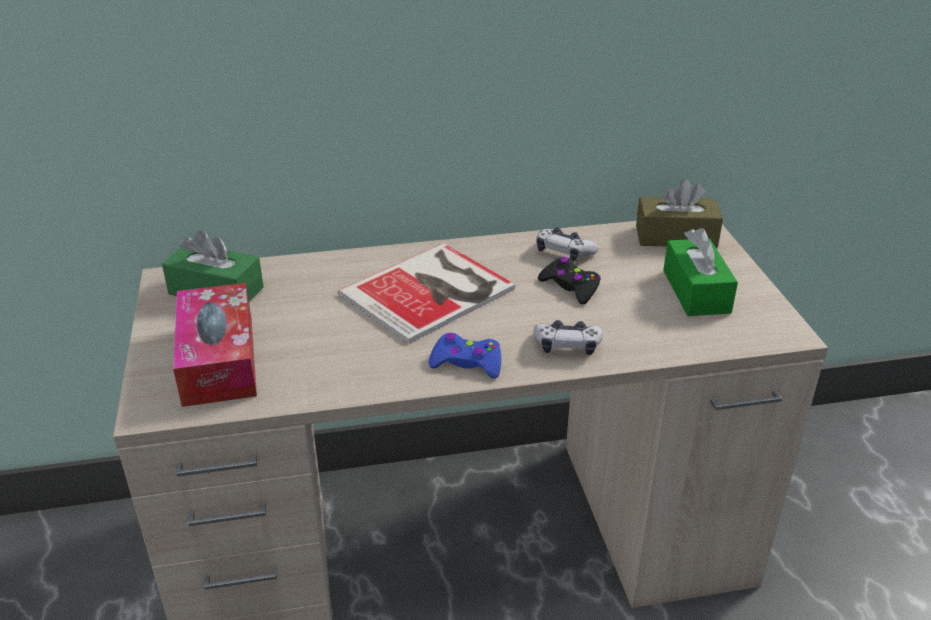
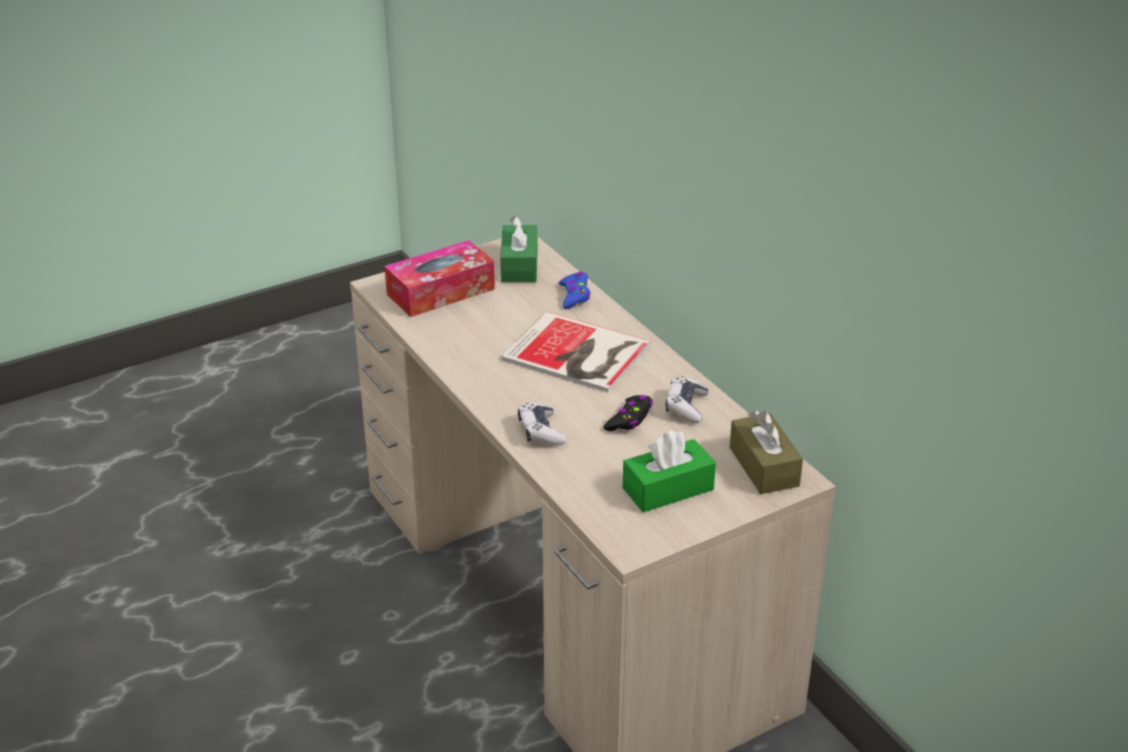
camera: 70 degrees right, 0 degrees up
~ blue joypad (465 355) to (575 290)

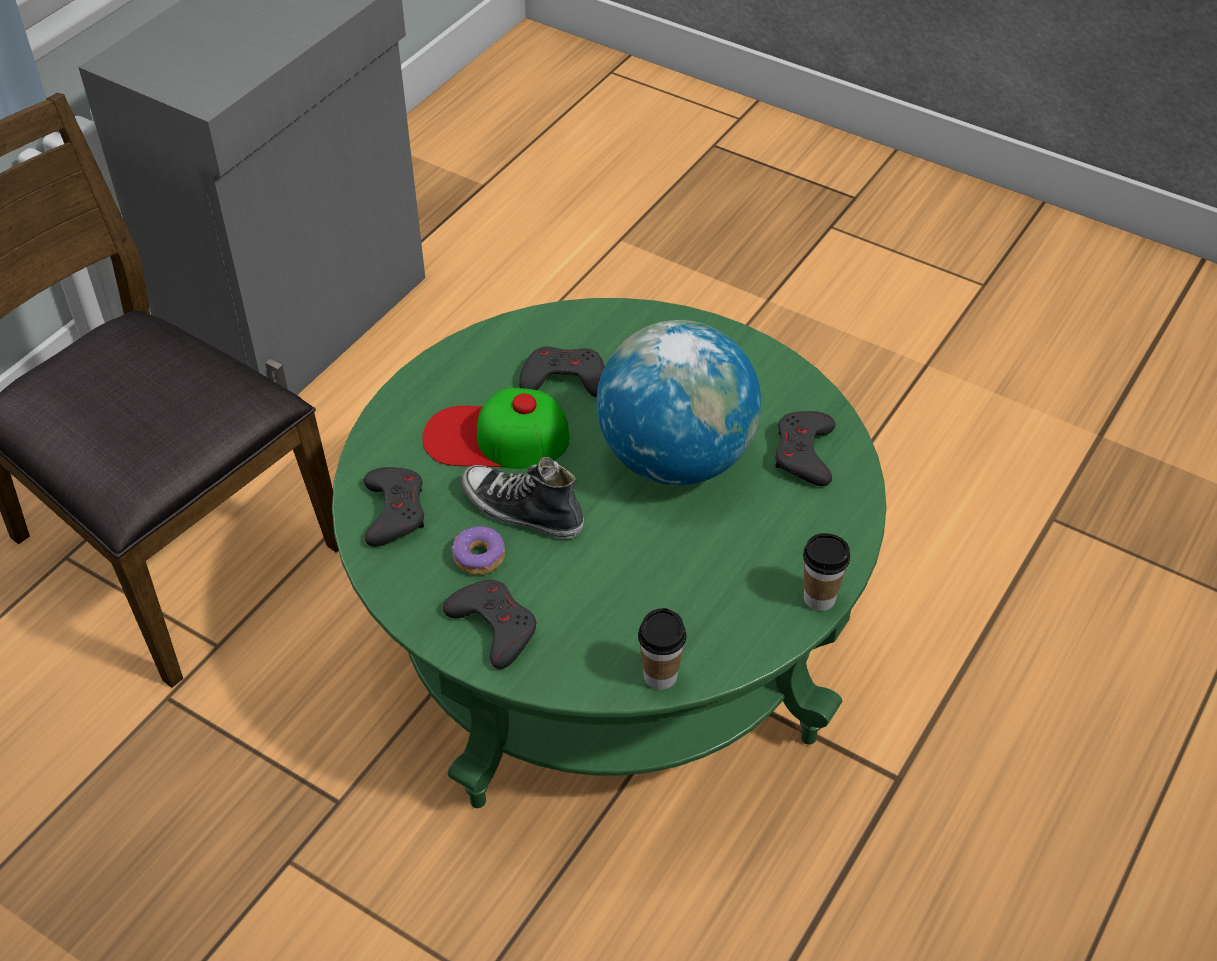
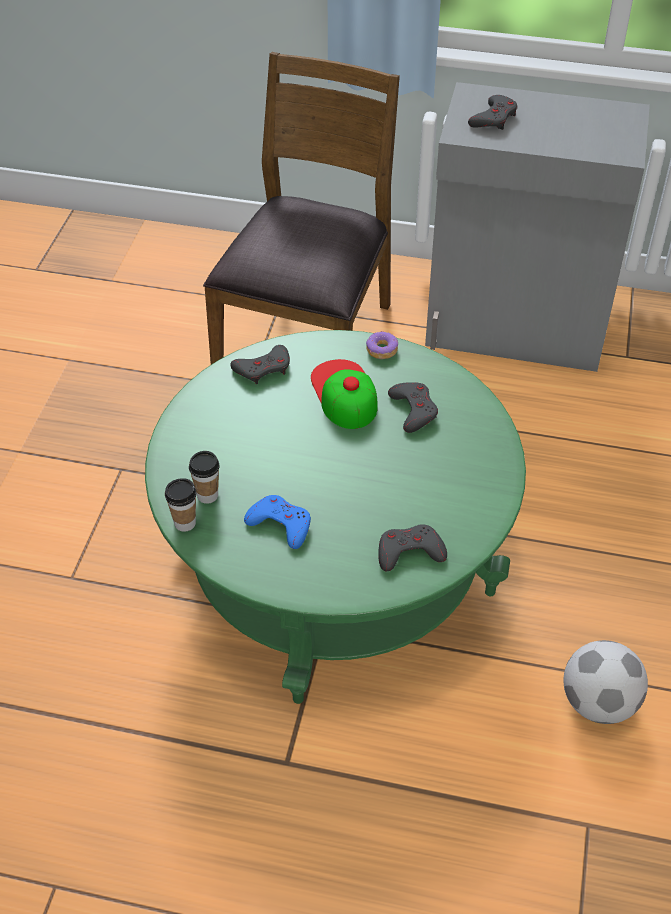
camera: 70 degrees right, 0 degrees up
- shoe (522 498)
- world globe (678 402)
+ blue joypad (277 522)
+ football (605 682)
~ gray joypad (490 624) to (493 112)
~ doughnut (478 550) to (382 345)
~ drinking cup (826 572) to (204 477)

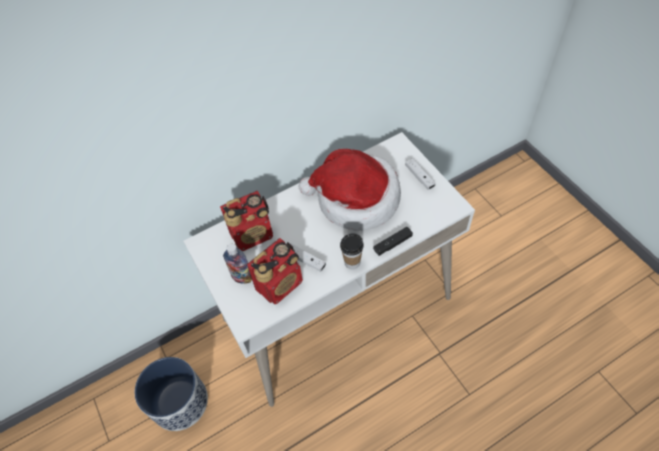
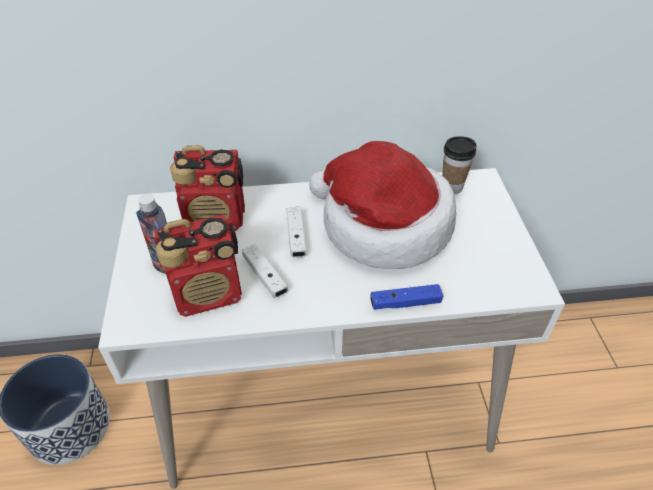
camera: 20 degrees right, 10 degrees down
~ drinking cup (352 251) to (459 165)
~ white joypad (420 174) to (297 232)
~ black joypad (393 241) to blue joypad (406 297)

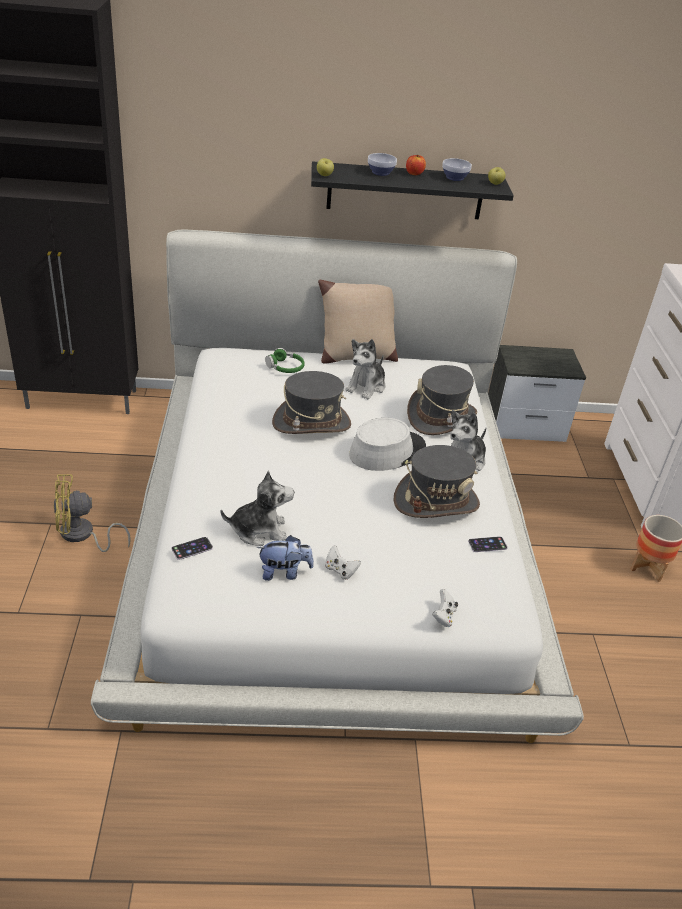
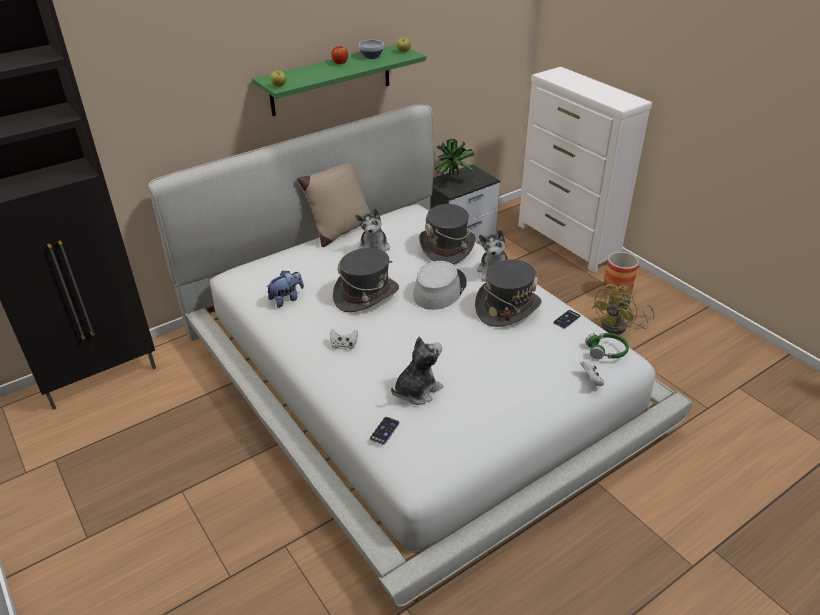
camera: 30 degrees left, 0 degrees up
- deep dish (382 164)
+ potted plant (454 160)
~ yellow fan (92 513) to (623 309)
~ soft toy (285 558) to (285 289)
~ green headphones (284 360) to (607 346)
~ white joypad (343 562) to (344 339)
~ black bracket shelf (412 190) to green bracket shelf (339 80)

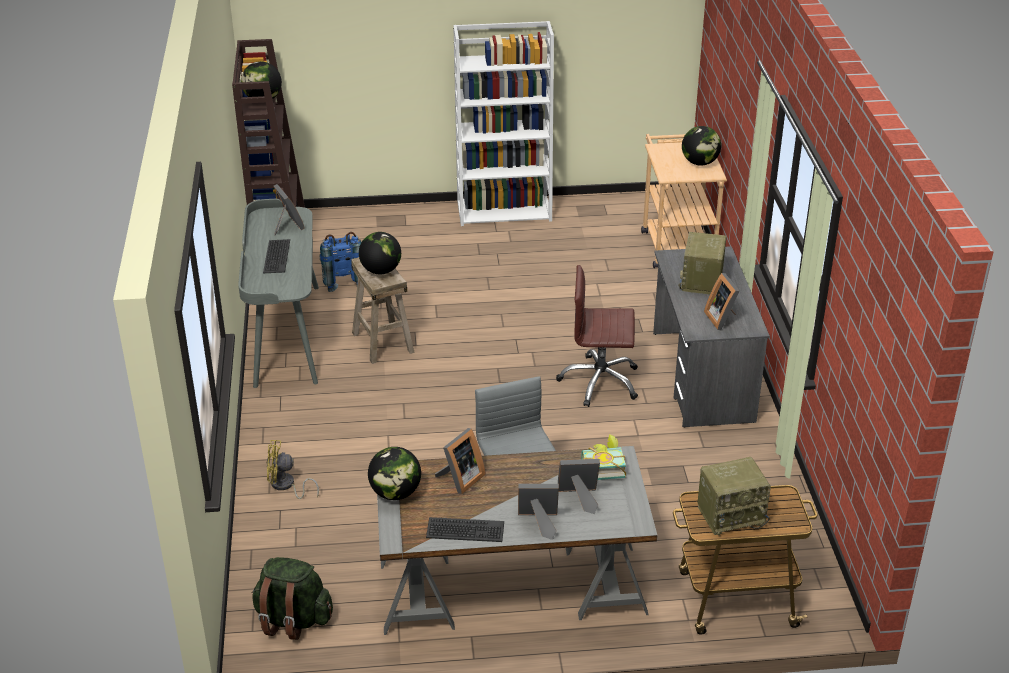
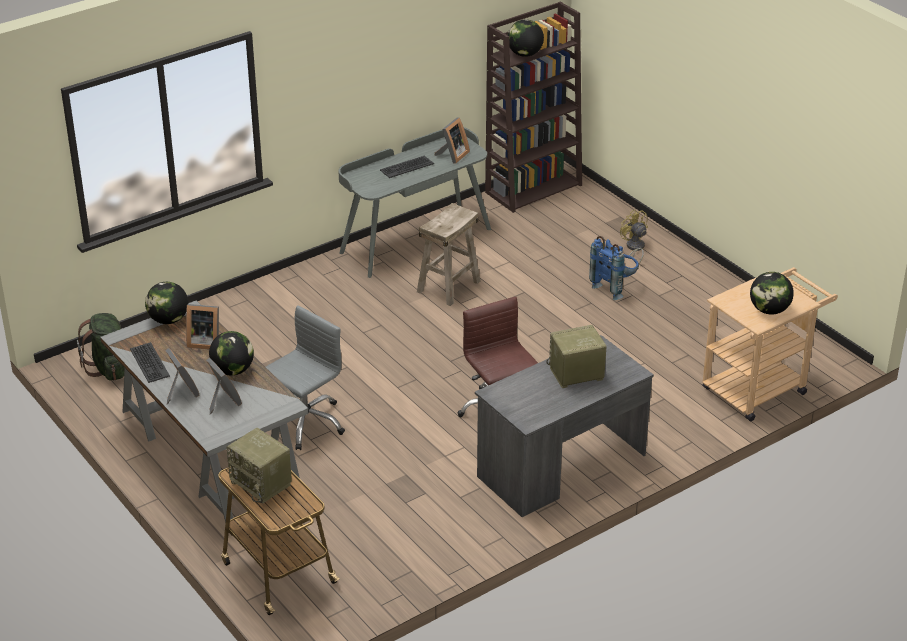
camera: 60 degrees right, 0 degrees up
- white bookcase (503 123)
- bound book (604 457)
- photo frame (721 301)
~ yellow fan (292 469) to (634 237)
~ blue backpack (340 262) to (614 268)
~ world globe (380 253) to (231 353)

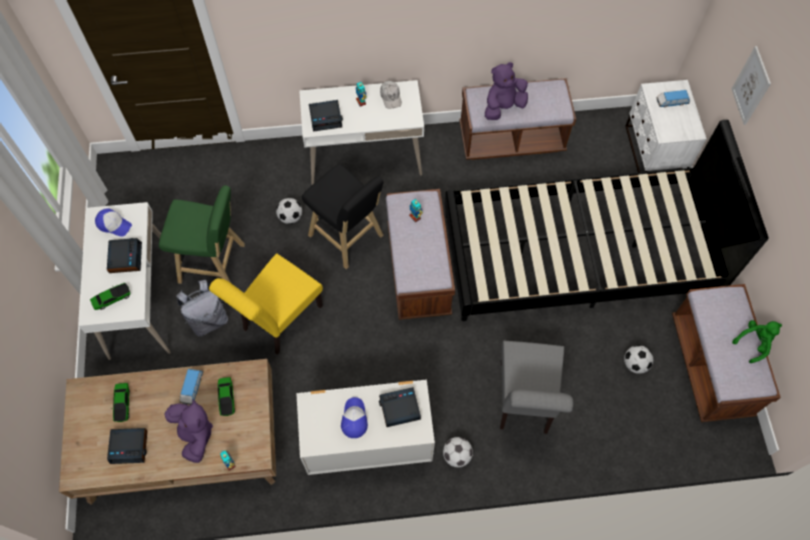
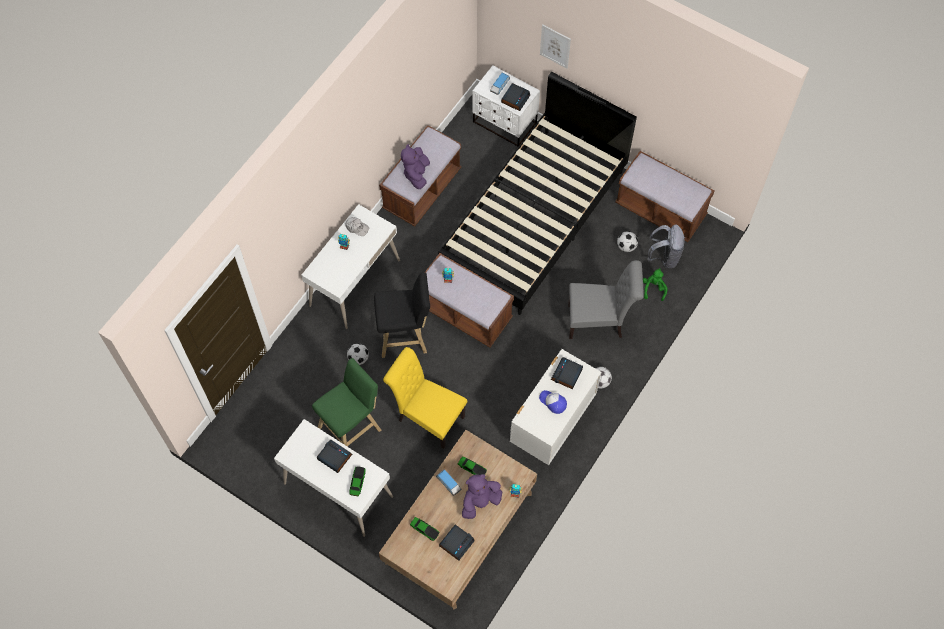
camera: 50 degrees left, 0 degrees up
- baseball cap (113 222)
~ gray backpack (202 308) to (666 247)
~ alarm clock (326 116) to (515 97)
~ green soft toy (757 341) to (655 284)
~ purple-coloured soft toy (189 431) = (482 496) 45 degrees counterclockwise
~ yellow upright chair (266 304) = (425 398) 135 degrees clockwise
~ gray upright chair (536 387) = (606 299) 45 degrees counterclockwise

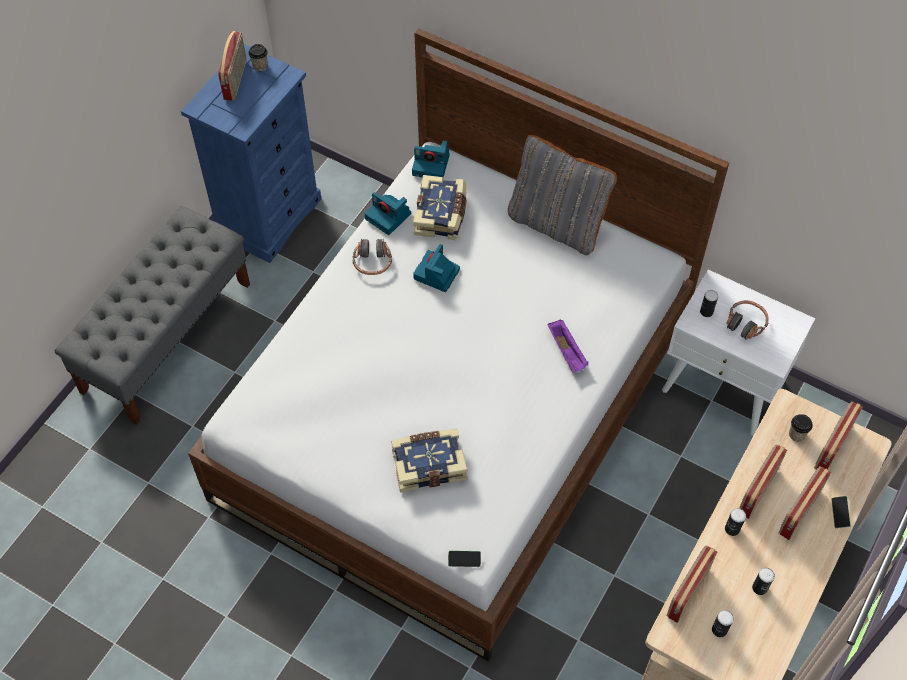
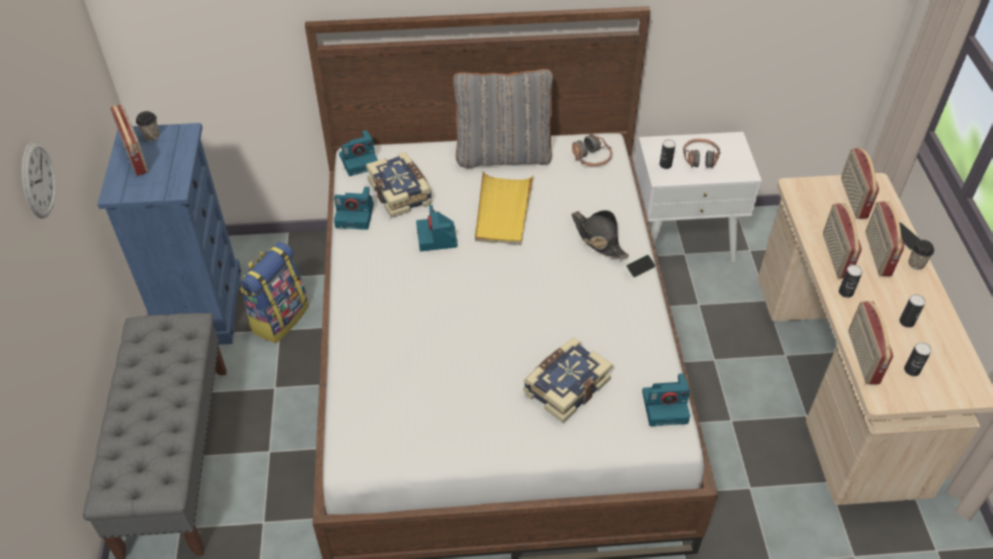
camera: 35 degrees left, 10 degrees down
+ clock on the wall (39 180)
+ backpack (274 292)
+ yellow serving tray (504 208)
+ still camera (666 399)
~ headphones (372 257) to (592 150)
~ telephone (464 558) to (640 266)
~ drinking cup (801 427) to (921 255)
~ purple-coloured serving tray (568 346) to black clothing hat (600 234)

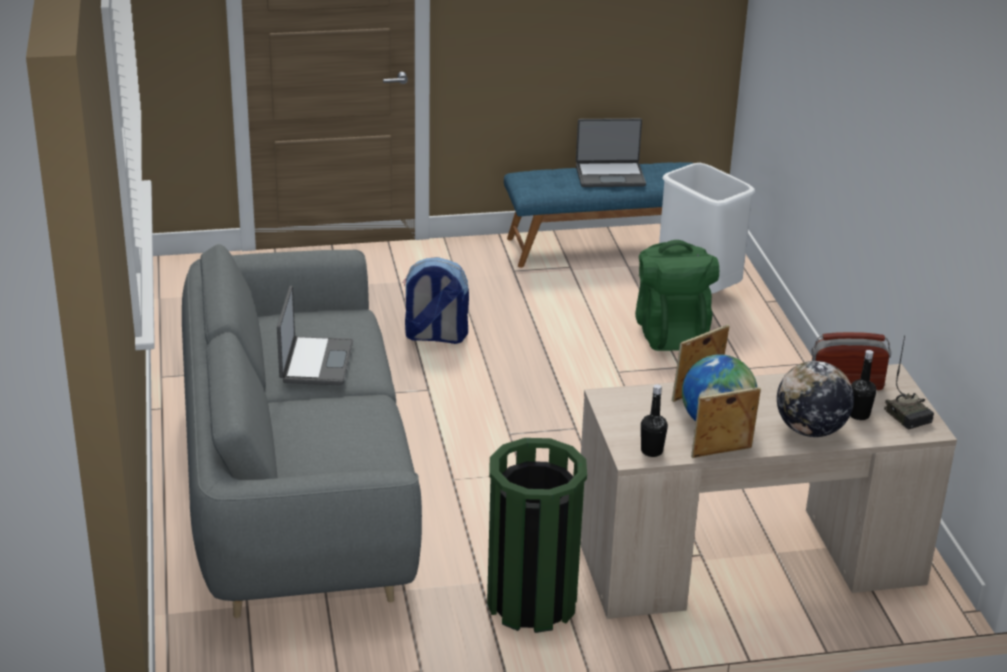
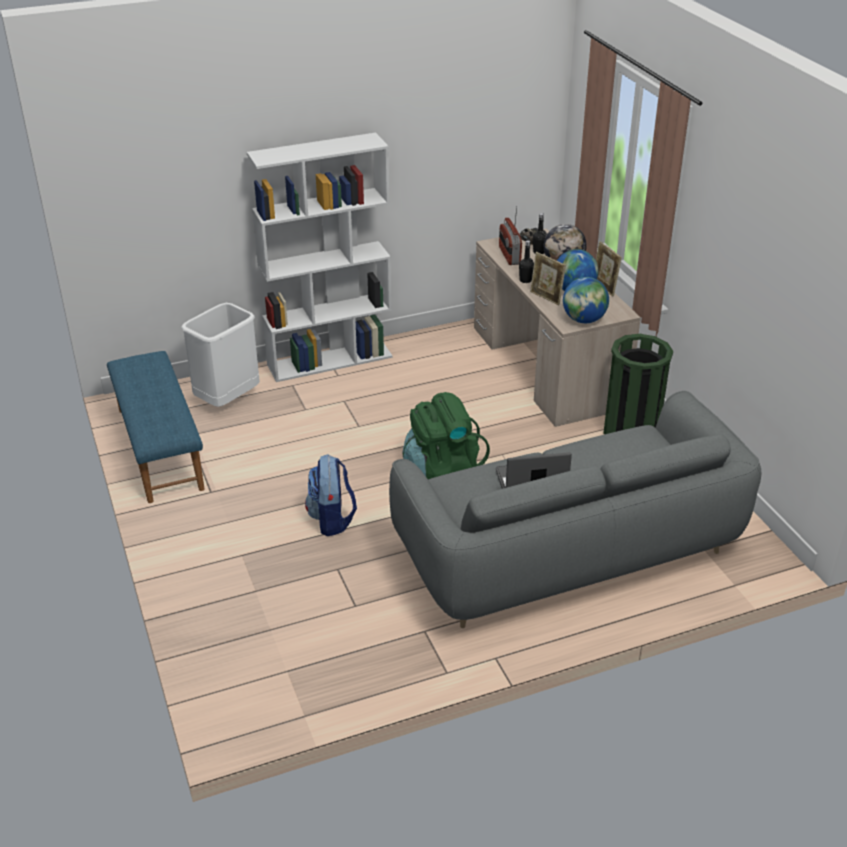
camera: 100 degrees left, 5 degrees up
- notebook computer (611 152)
+ white bookcase (320 257)
+ world globe (586 300)
~ green backpack (677 295) to (446 435)
~ black drink bottle (654 420) to (526 261)

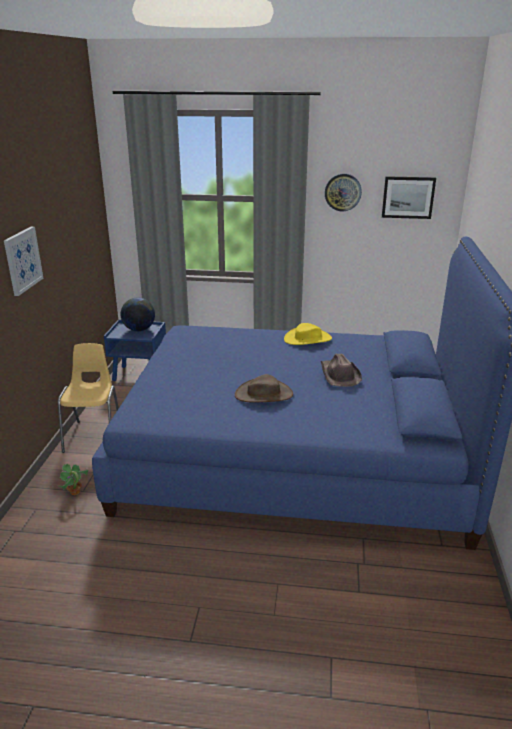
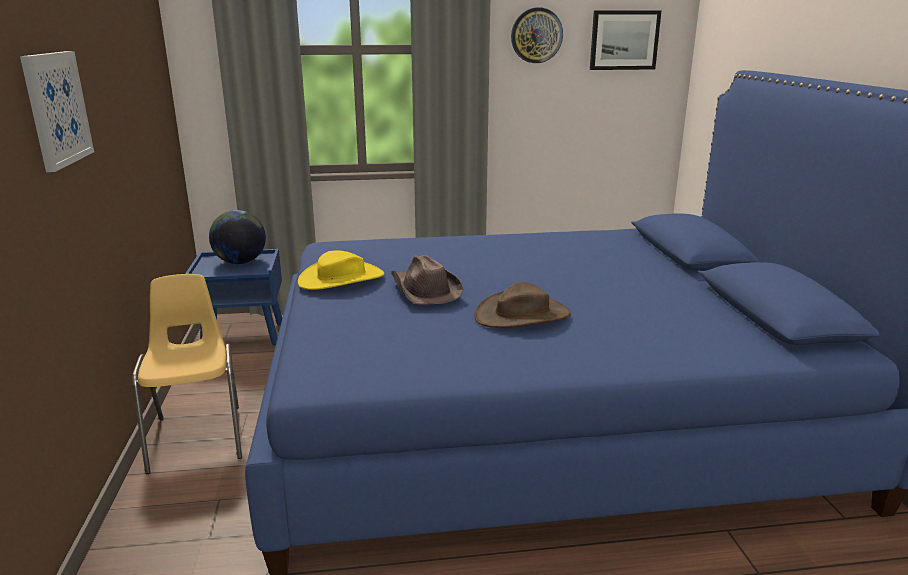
camera: 15 degrees left, 5 degrees down
- potted plant (73 479)
~ yellow clothing hat (308 334) to (341 270)
~ brownish clothing hat (341 370) to (427 280)

